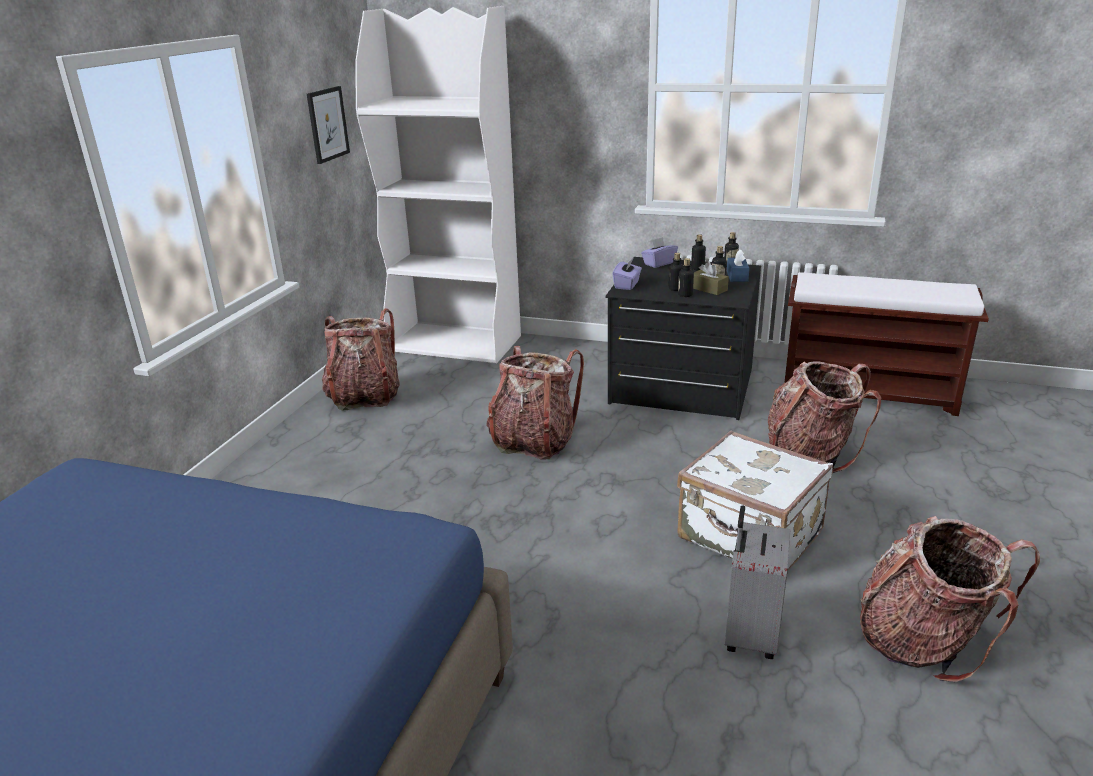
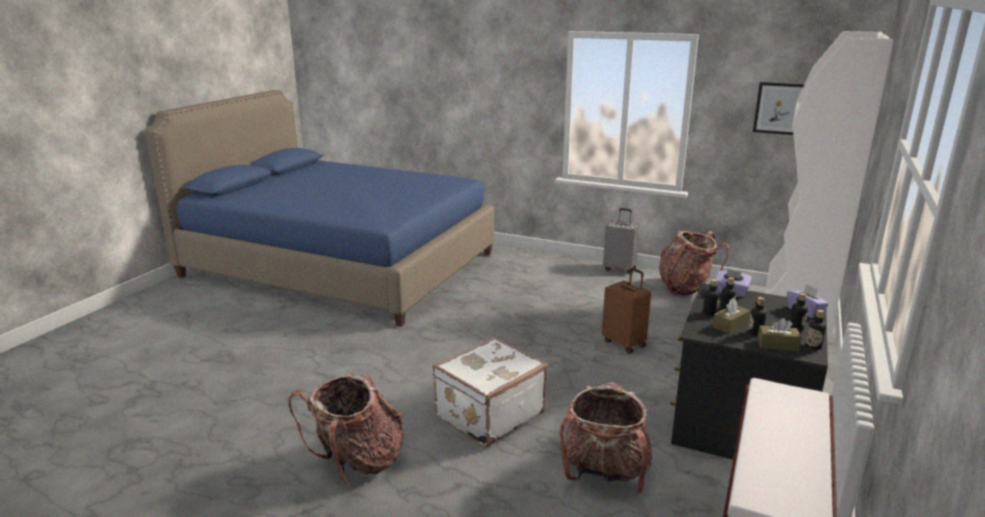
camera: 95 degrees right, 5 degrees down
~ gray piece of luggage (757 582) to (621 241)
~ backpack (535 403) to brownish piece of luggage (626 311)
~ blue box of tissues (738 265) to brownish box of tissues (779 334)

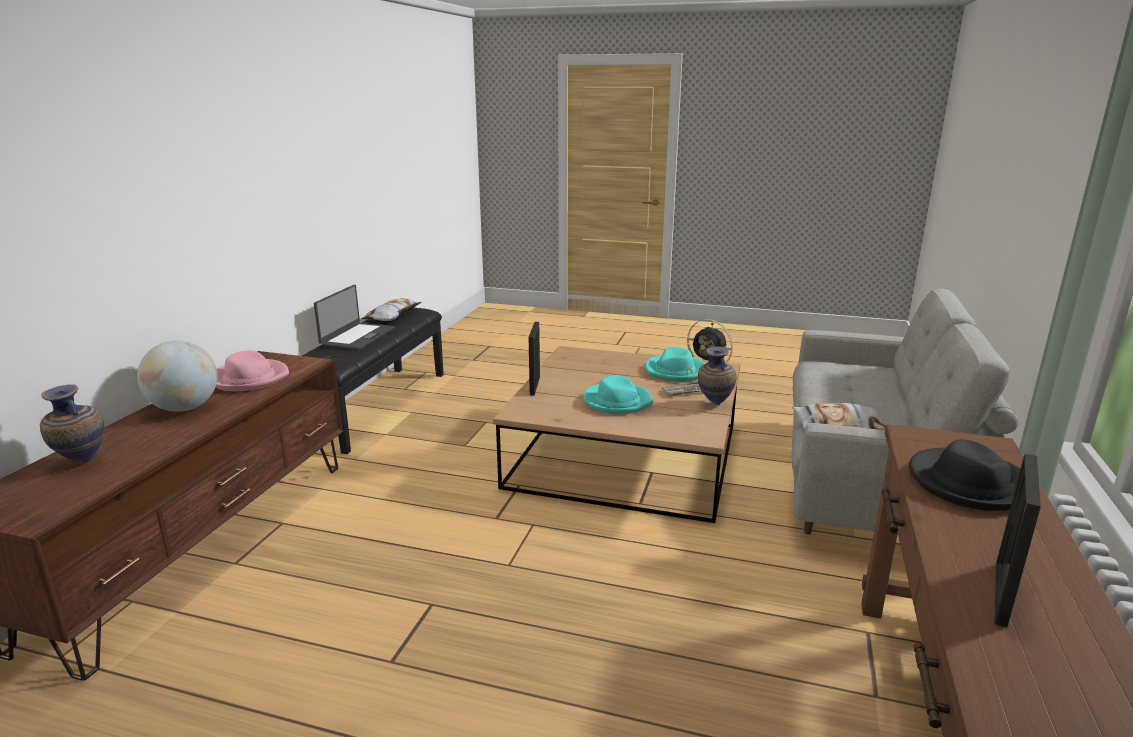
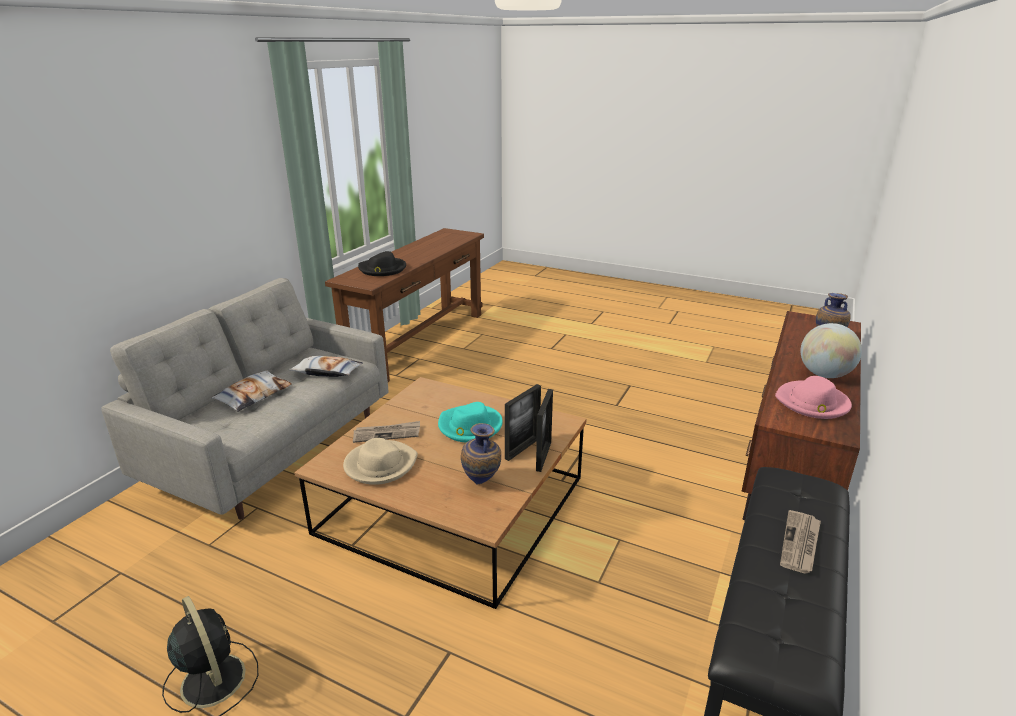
camera: 170 degrees left, 5 degrees up
~ throw pillow (391 309) to (251 391)
~ vase (717 376) to (481 453)
~ photo frame (1017 541) to (523 422)
~ notebook computer (354 317) to newspaper (800 542)
~ turquoise clothing hat (675 364) to beige clothing hat (380 461)

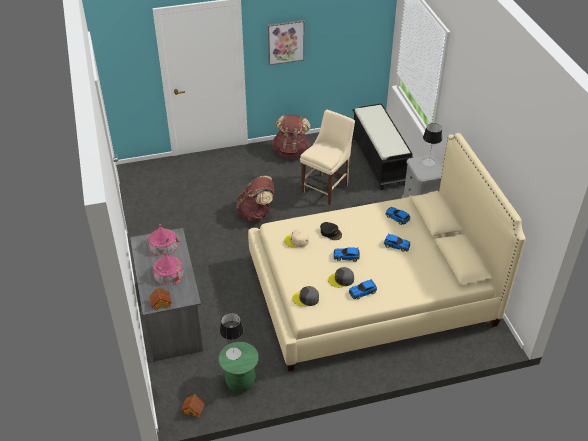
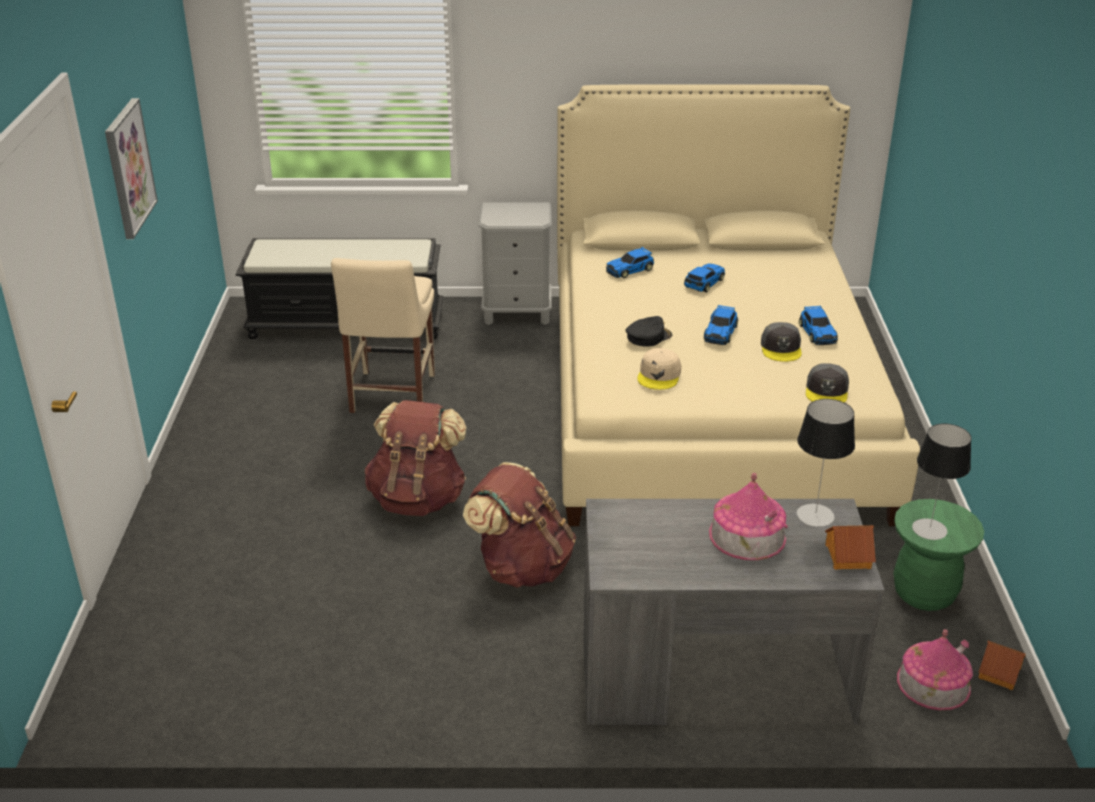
camera: 75 degrees left, 10 degrees down
~ toy house (164 240) to (935 669)
~ brownish backpack (291 136) to (519 525)
~ table lamp (432 144) to (826 463)
~ beige upright chair (327 157) = (383 335) 135 degrees counterclockwise

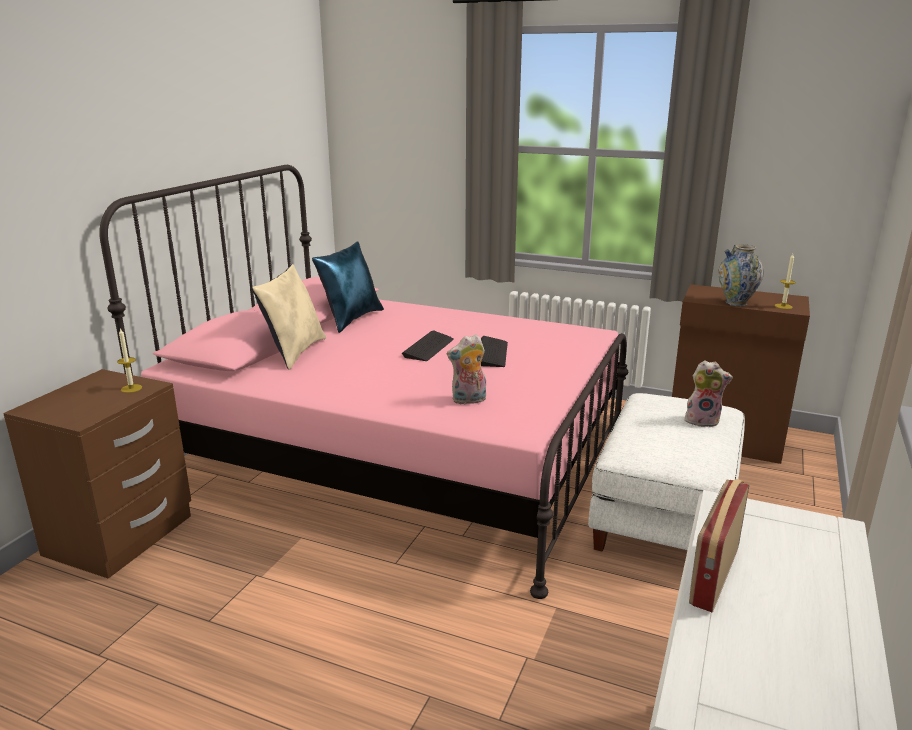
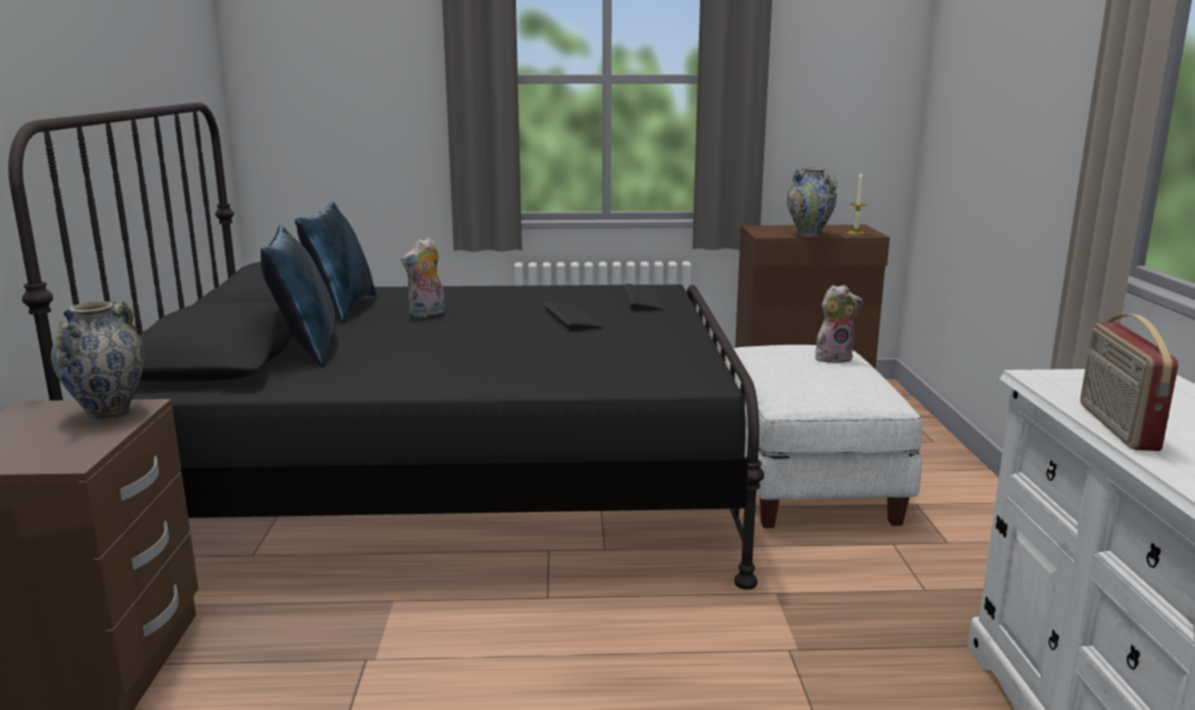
camera: 25 degrees left, 5 degrees down
~ keyboard (428 345) to (644 297)
~ soft toy (466 369) to (423 278)
~ candle (129 360) to vase (98 361)
~ pinkish bedroom bed (363 382) to black bedroom bed (386 346)
~ beige throw pillow (289 317) to blue throw pillow (298 296)

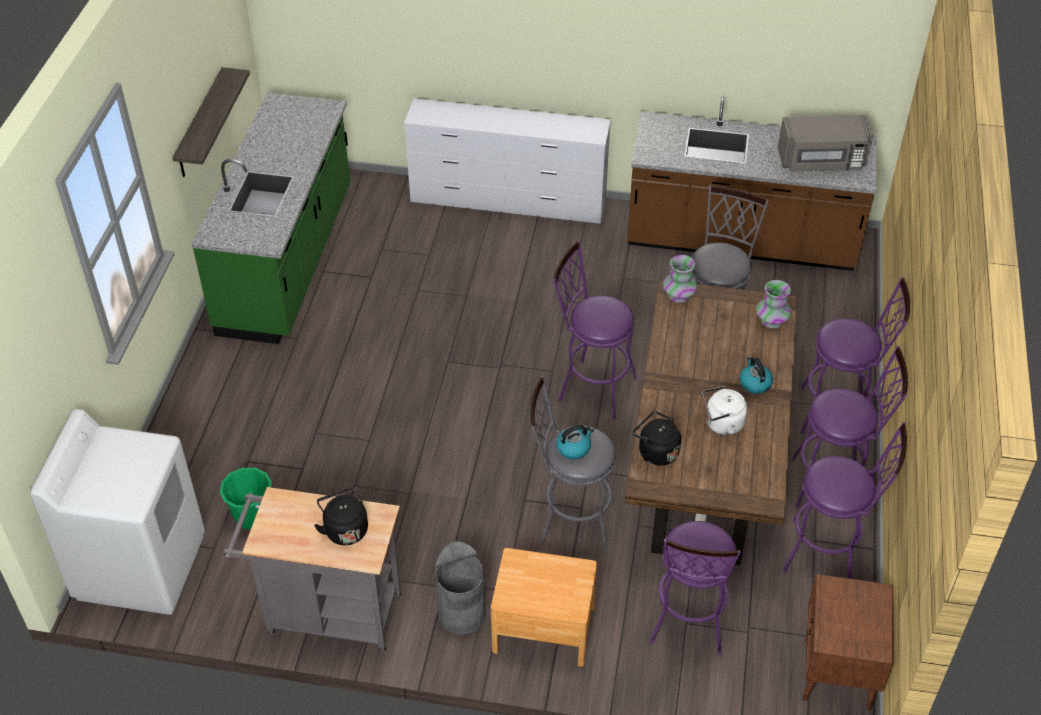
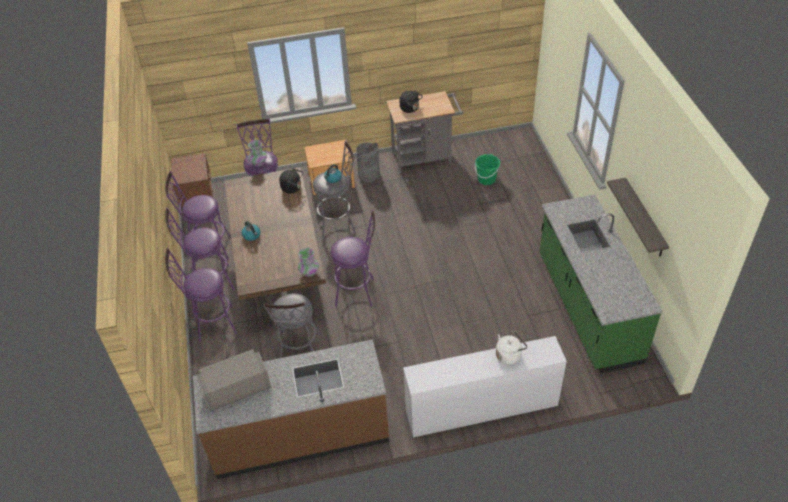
camera: 160 degrees right, 0 degrees up
- white laundry appliance (117 512)
~ white kettle (725 410) to (512 348)
~ vase (774 304) to (257 153)

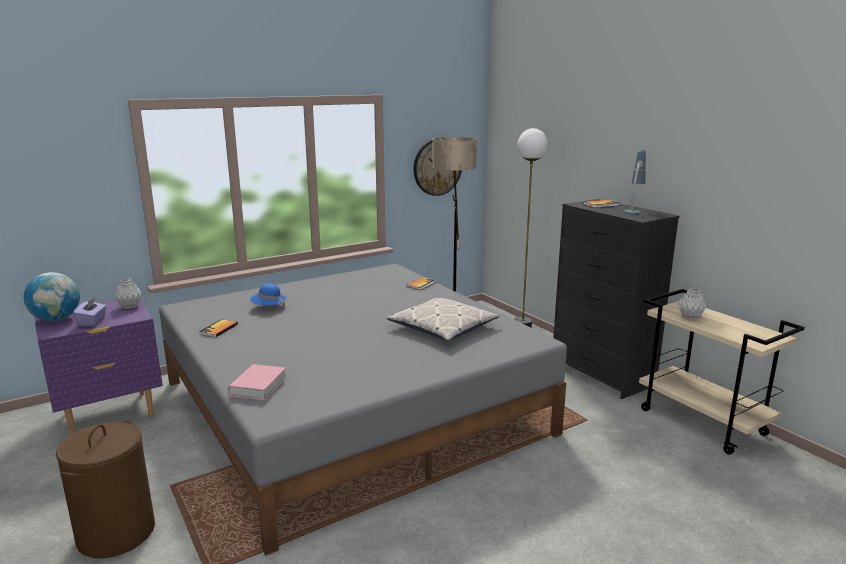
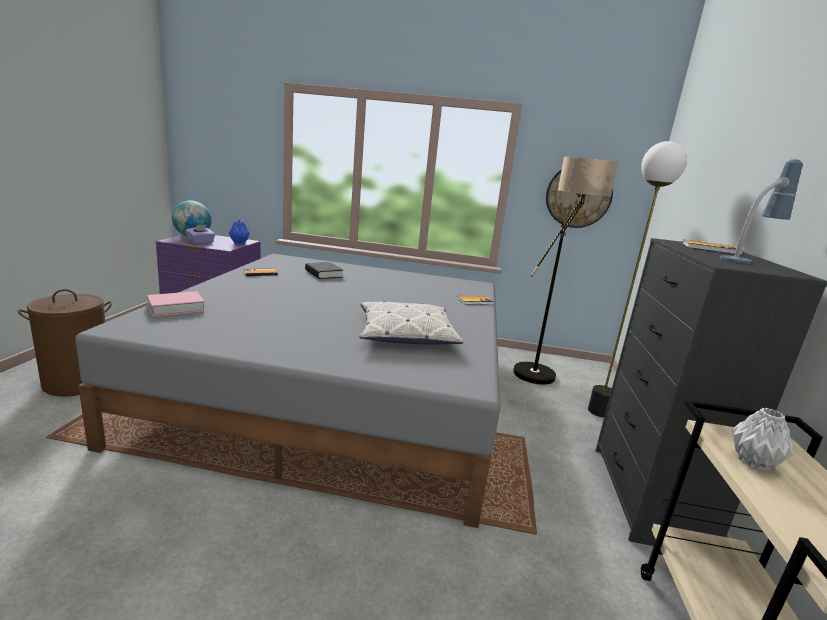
camera: 40 degrees right, 0 degrees up
~ blue clothing hat (268 296) to black bound book (324 270)
~ gray vase (128 294) to blue vase (239 232)

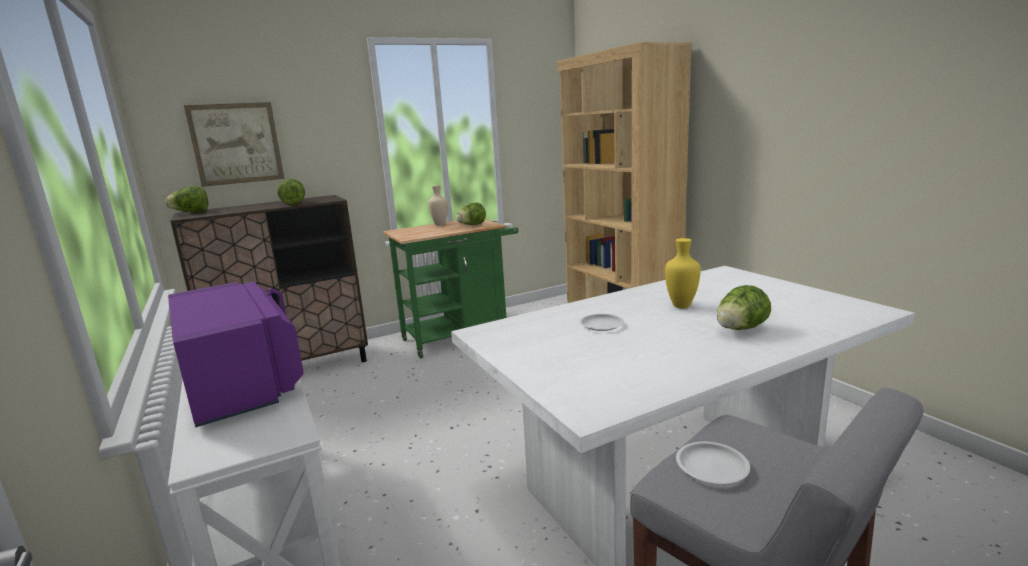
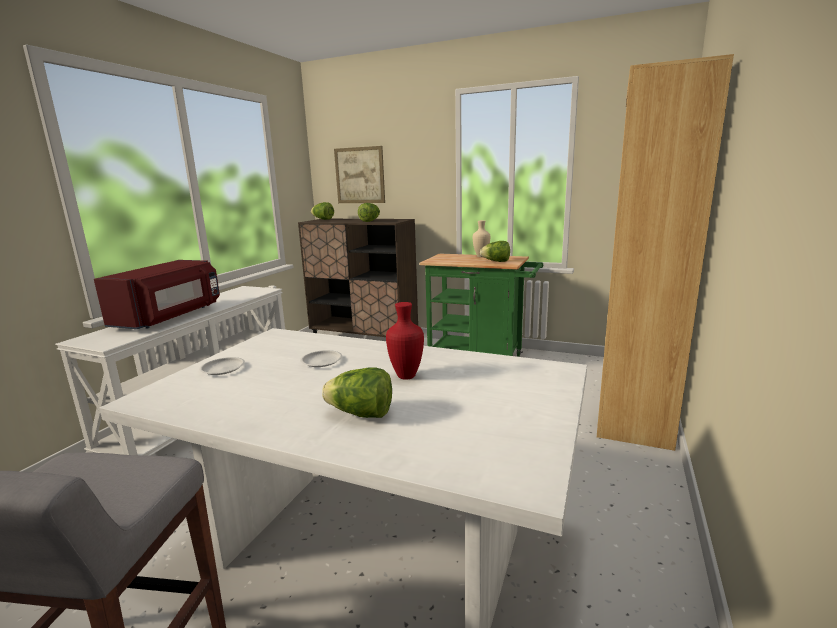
camera: 50 degrees right, 0 degrees up
~ white flat dish (713 463) to (222 366)
~ purple-coloured kitchen microwave (235 355) to red kitchen microwave (157 294)
~ yellow vase (683 273) to red vase (405 341)

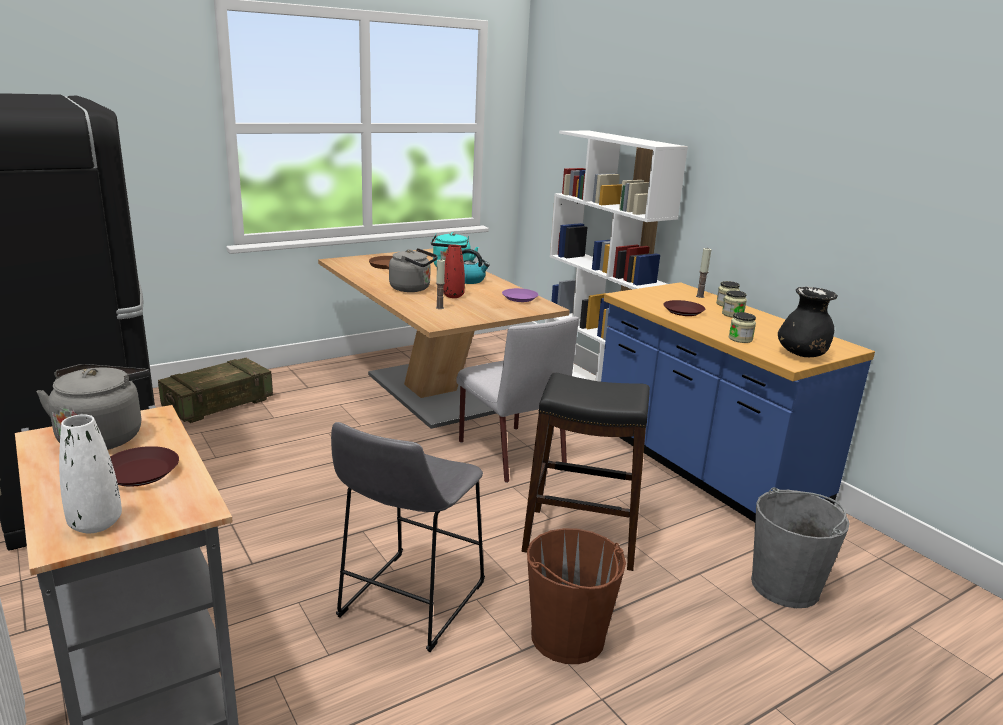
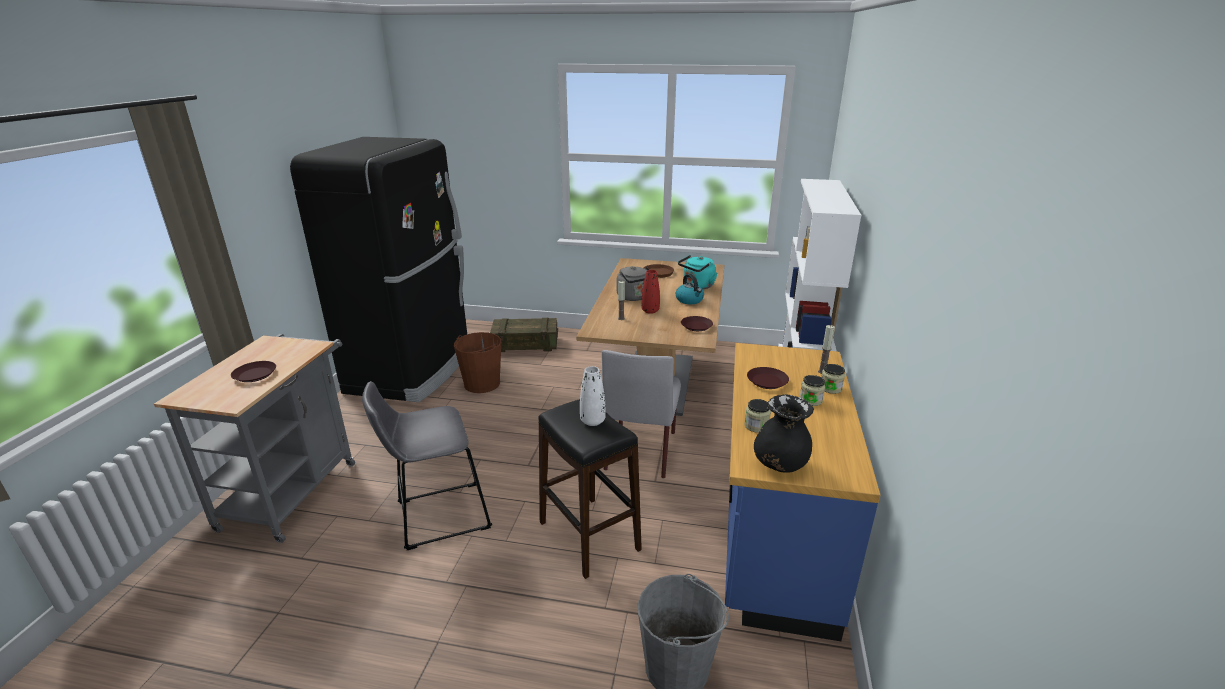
camera: 45 degrees right, 5 degrees up
- gray kettle (92 407)
~ white vase (90 473) to (593 396)
~ brownish water bucket (576 596) to (477 362)
~ purple-coloured flat dish (520 295) to brownish flat dish (697 323)

